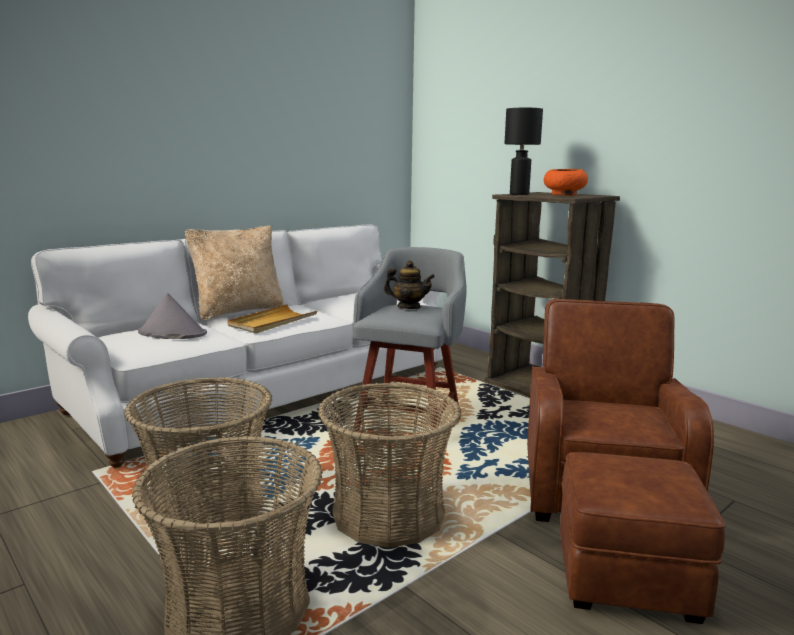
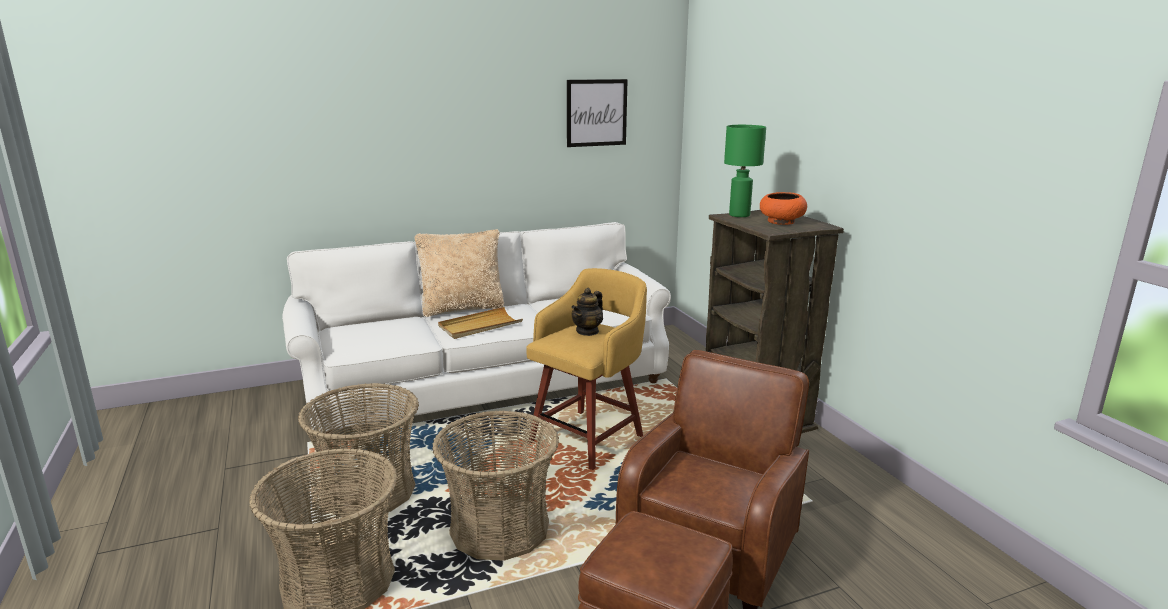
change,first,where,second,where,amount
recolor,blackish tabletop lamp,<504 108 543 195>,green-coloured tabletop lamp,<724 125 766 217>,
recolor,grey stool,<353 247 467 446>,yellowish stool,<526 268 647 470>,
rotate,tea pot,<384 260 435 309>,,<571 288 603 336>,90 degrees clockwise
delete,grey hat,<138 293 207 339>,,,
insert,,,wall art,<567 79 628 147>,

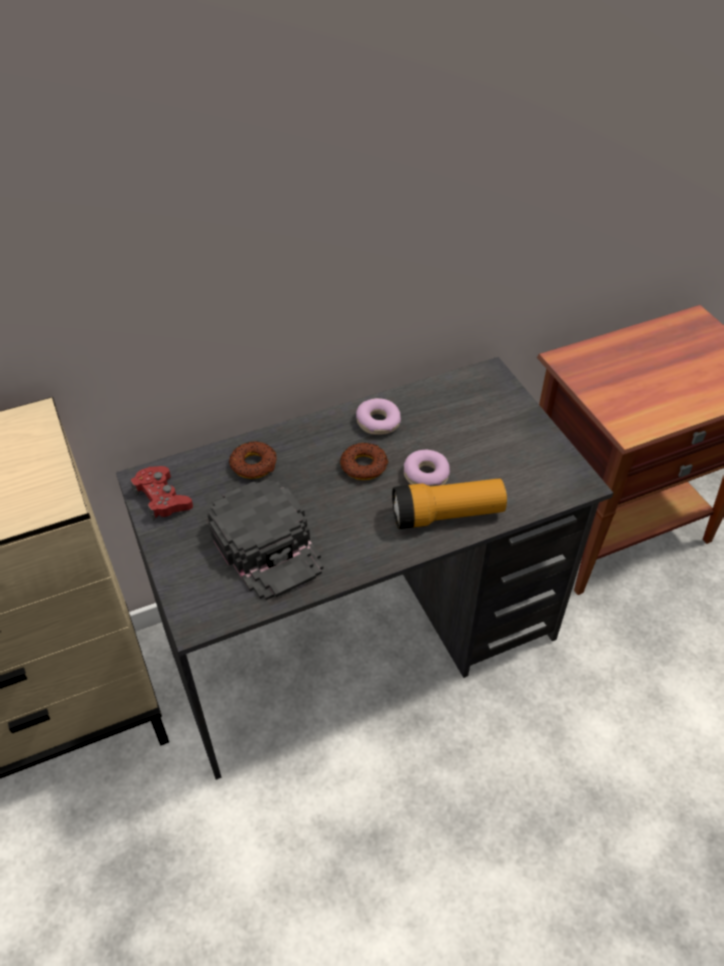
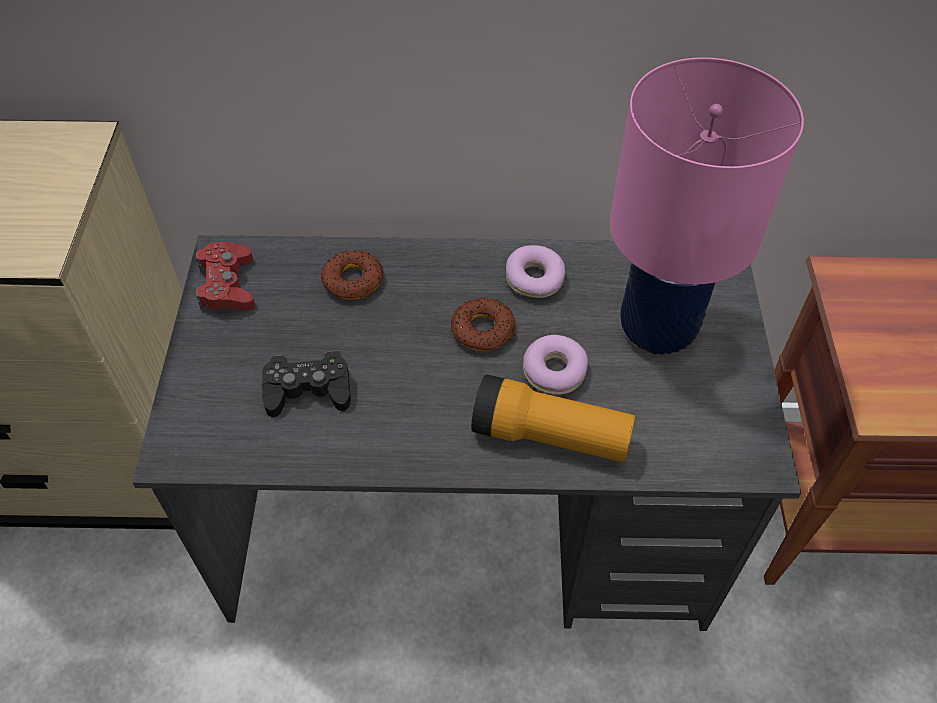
change,first,where,second,where,amount
replace,blackish peaked cap,<208 479 323 600>,blackish joypad,<262 350 351 417>,
insert,,,pinkish tabletop lamp,<610 57 804 355>,

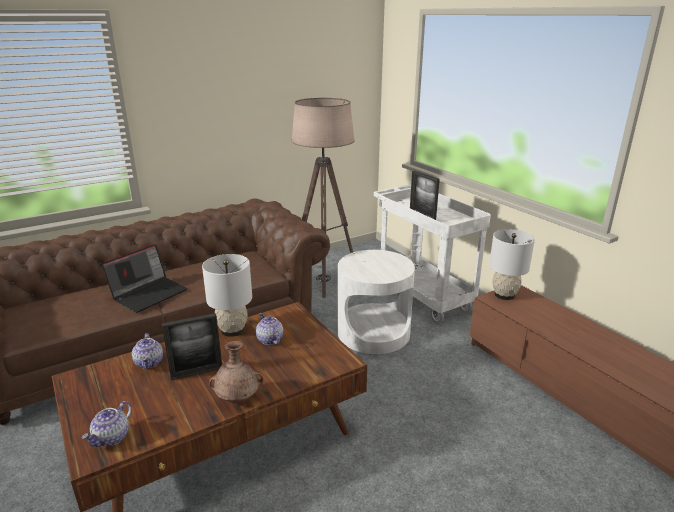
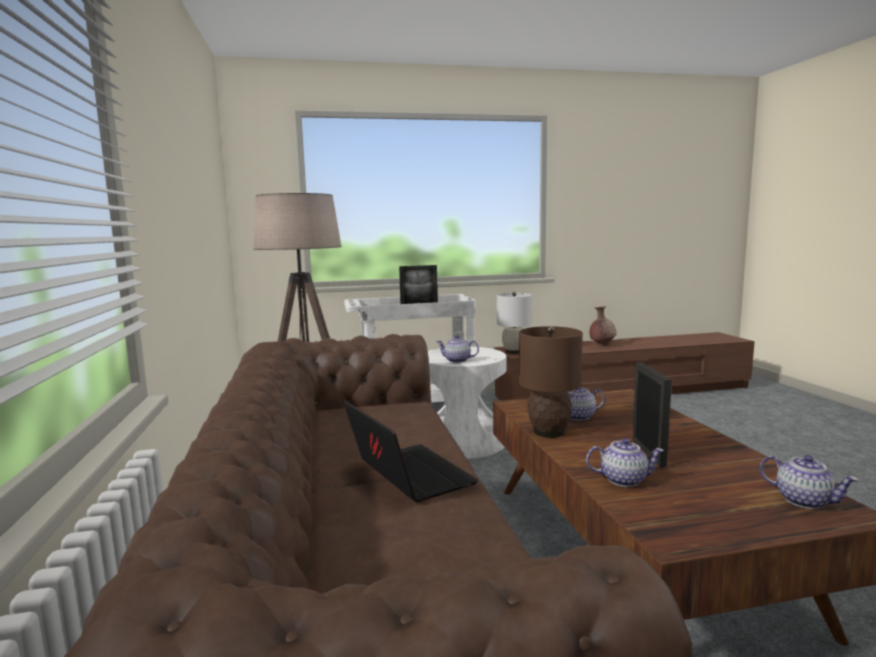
change,first,where,second,where,amount
recolor,whitish tabletop lamp,<202 254 252 337>,brown-coloured tabletop lamp,<519 326 583 438>,
move,brown-coloured decorative vase,<209 341 263 404>,,<589 306 616 345>,
insert,,,tea pot,<436 335 479 363>,

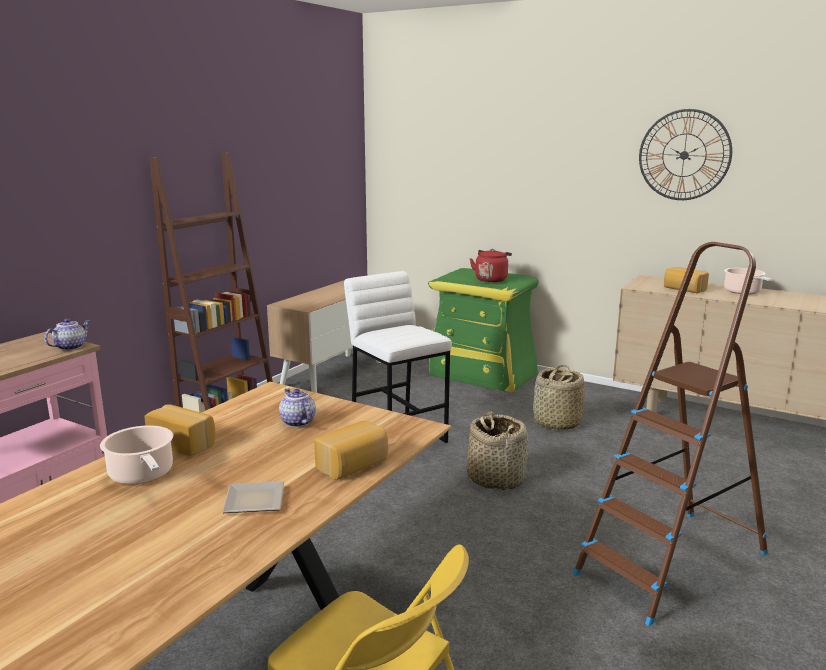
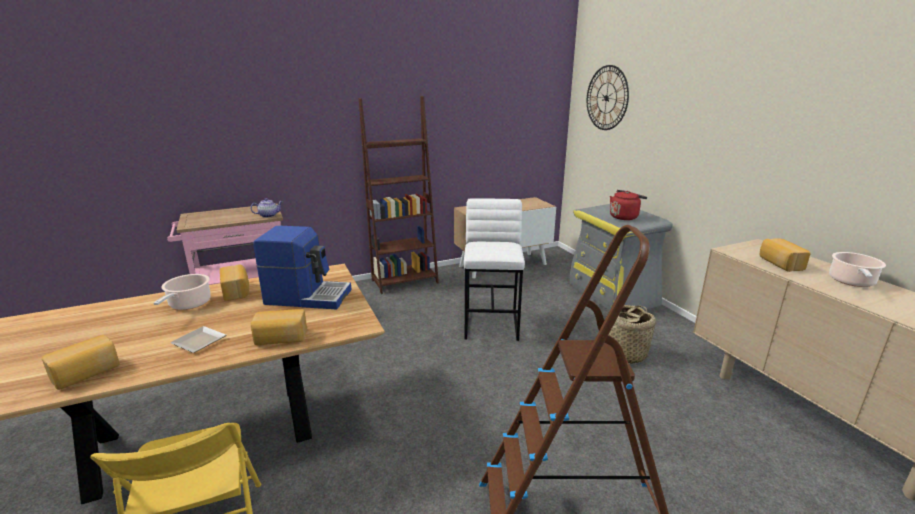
change,first,where,second,where,amount
move,clock on the wall,<639 109 732 200>,,<587 65 629 130>,
recolor,green-coloured night table,<428 268 539 392>,grey night table,<569 204 673 311>,
replace,tea pot,<279 388 316 427>,coffee brewer,<254 226 352 309>,
delete,household basket,<467 411 528 490>,,,
insert,,,baked bread,<42 335 120 390>,

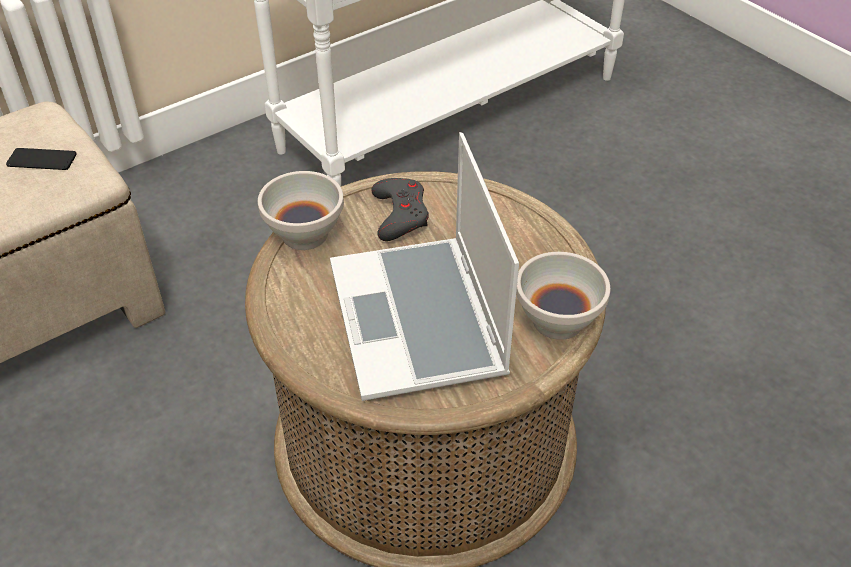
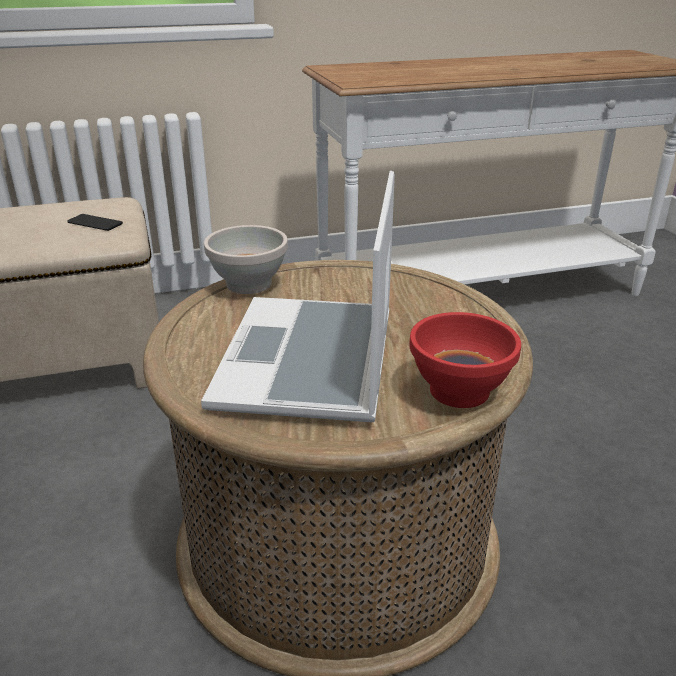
change,first,where,second,where,amount
delete,grey joypad,<371 178 429 241>,,,
recolor,whitish deep dish,<516 252 610 340>,red deep dish,<409 312 521 408>,

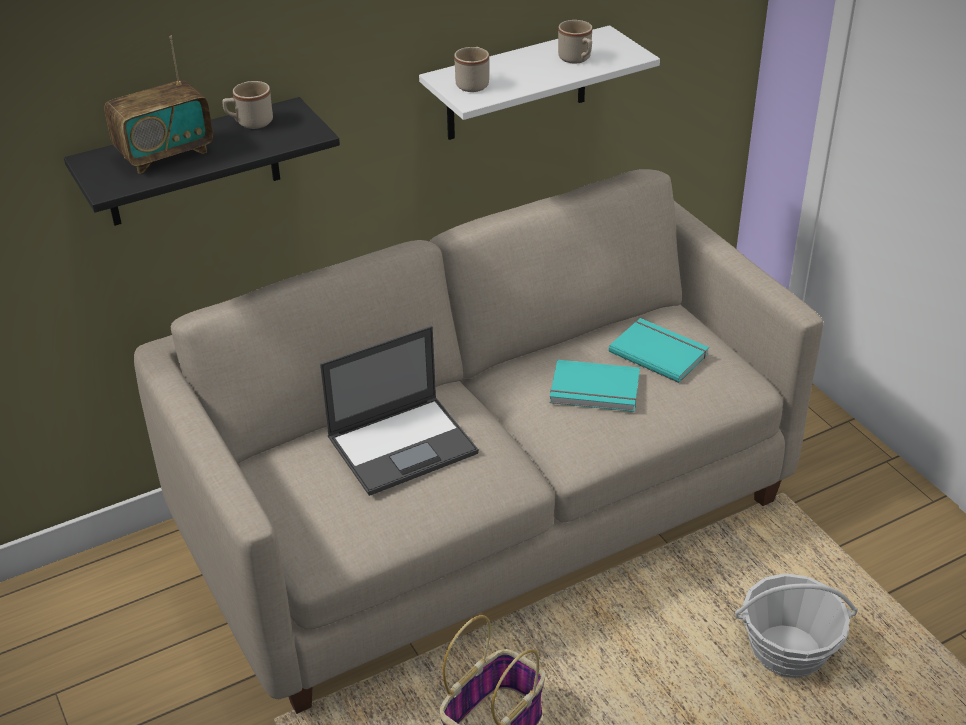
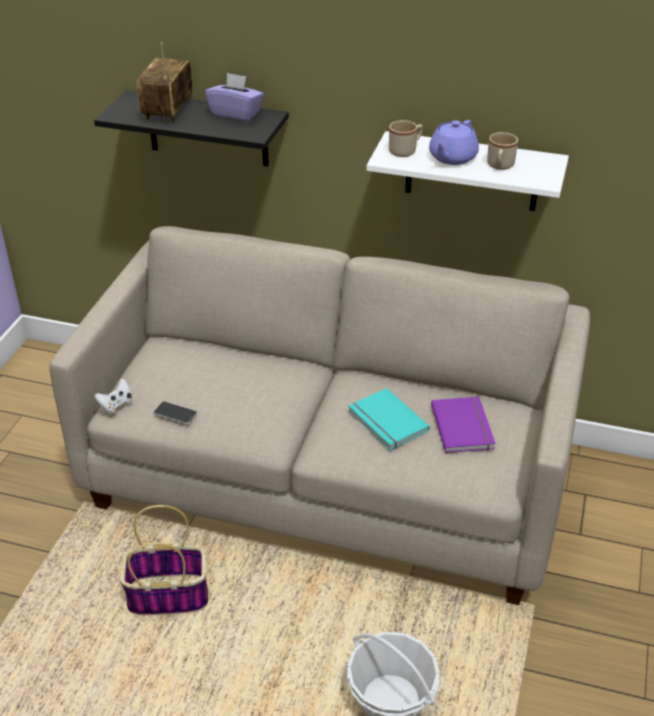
change,first,where,second,where,amount
rotate,radio receiver,<104 36 213 174>,,<137 42 192 123>,90 degrees clockwise
replace,beige-coloured mug,<222 81 273 129>,purple tissue box,<205 73 264 122>,
recolor,turquoise-coloured bound book,<609 318 709 383>,purple bound book,<431 397 496 453>,
delete,laptop,<320 326 479 496>,,,
insert,,,purple tea pot,<429 120 479 165>,
insert,,,whitish joypad,<94 378 132 413>,
insert,,,phone,<154 401 197 424>,

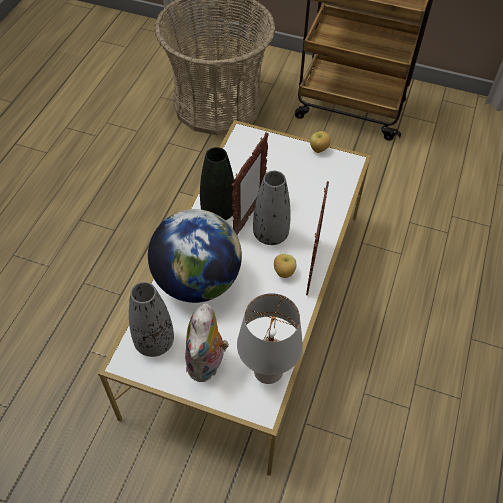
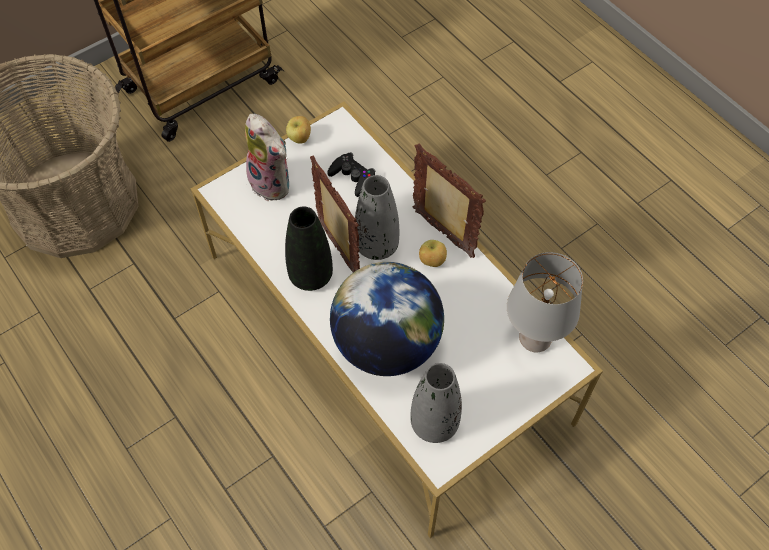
change,first,where,second,where,amount
move,cuddly toy,<185 303 229 382>,,<245 114 289 201>,
insert,,,blackish joypad,<327 152 375 197>,

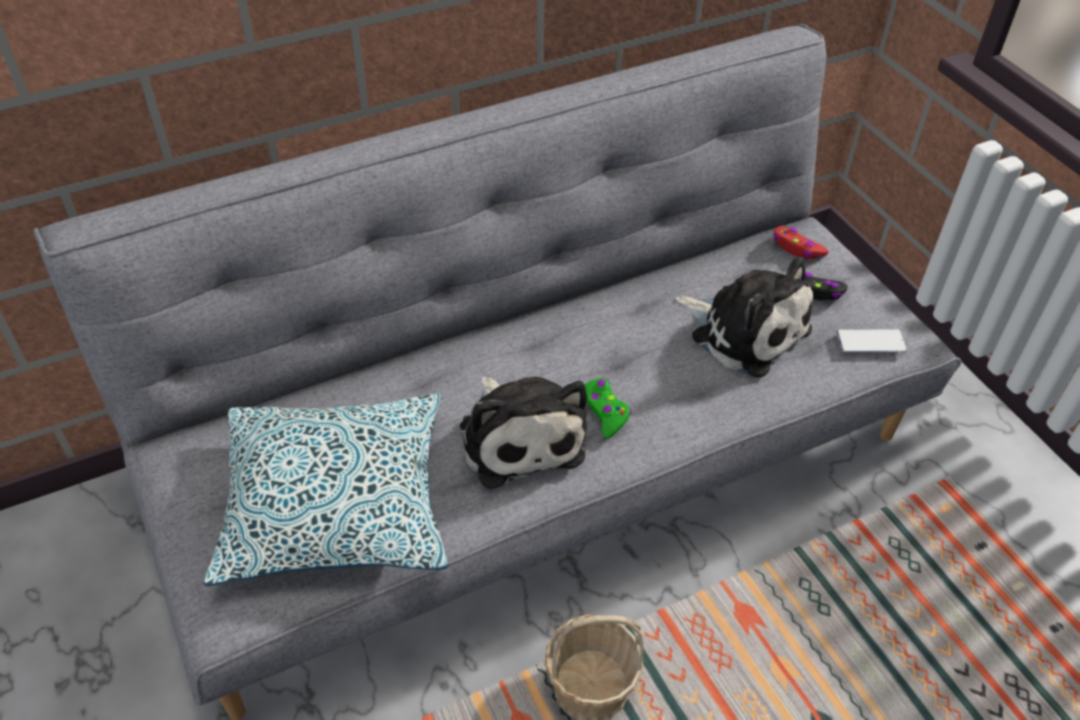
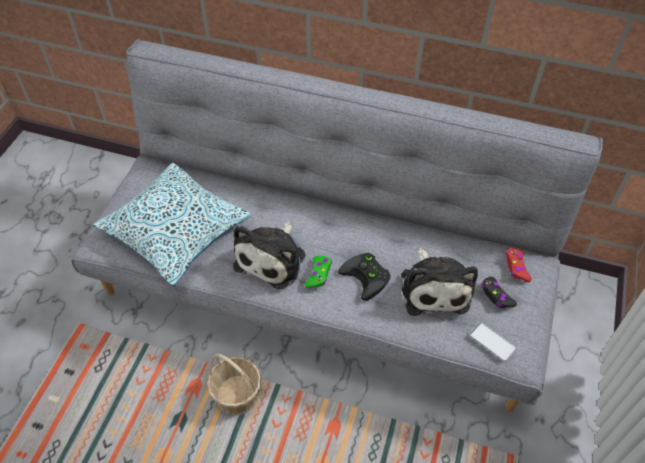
change,first,where,second,where,amount
insert,,,blackish joypad,<338 253 391 301>,

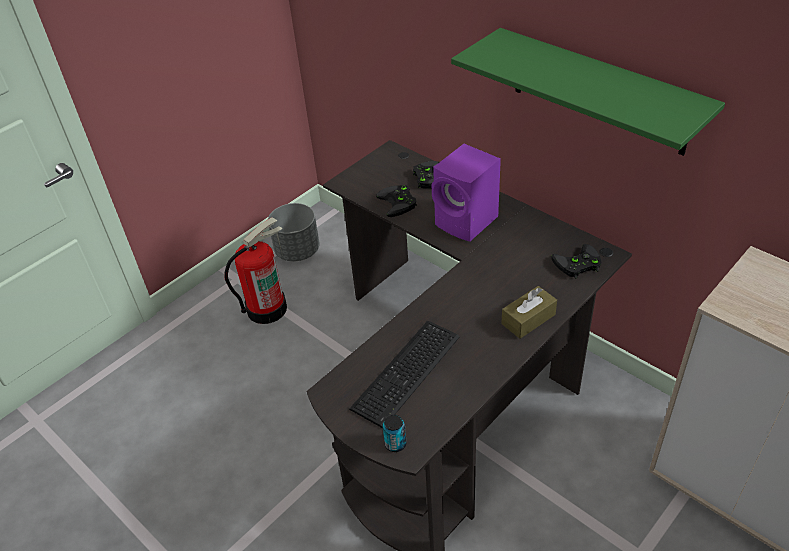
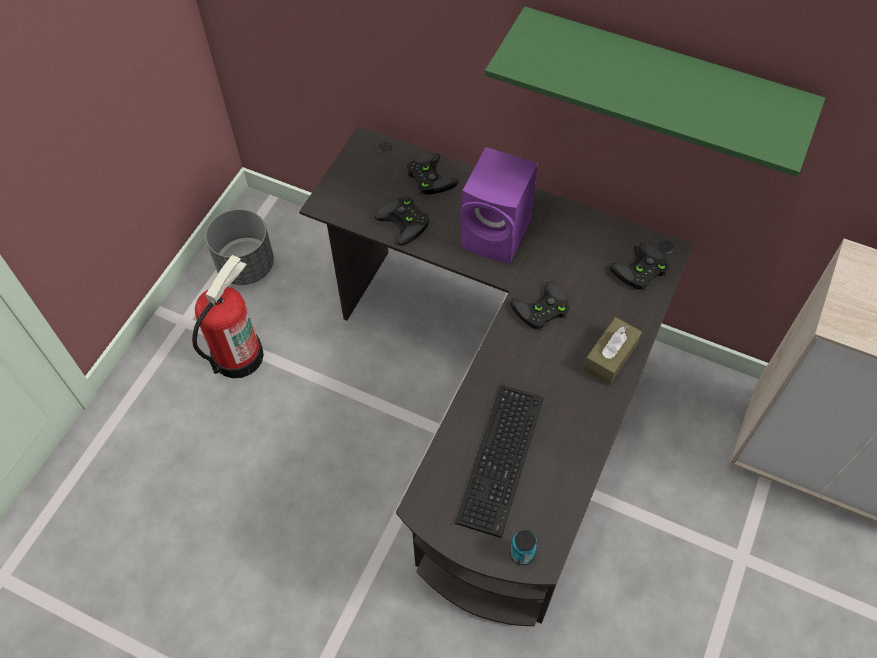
change,first,where,second,where,amount
insert,,,blackish joypad,<510 281 569 331>,

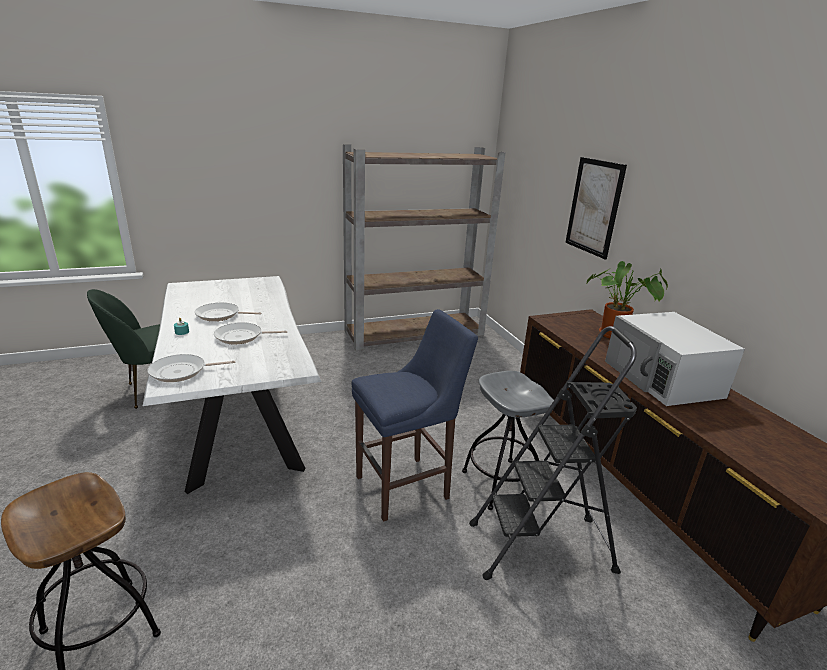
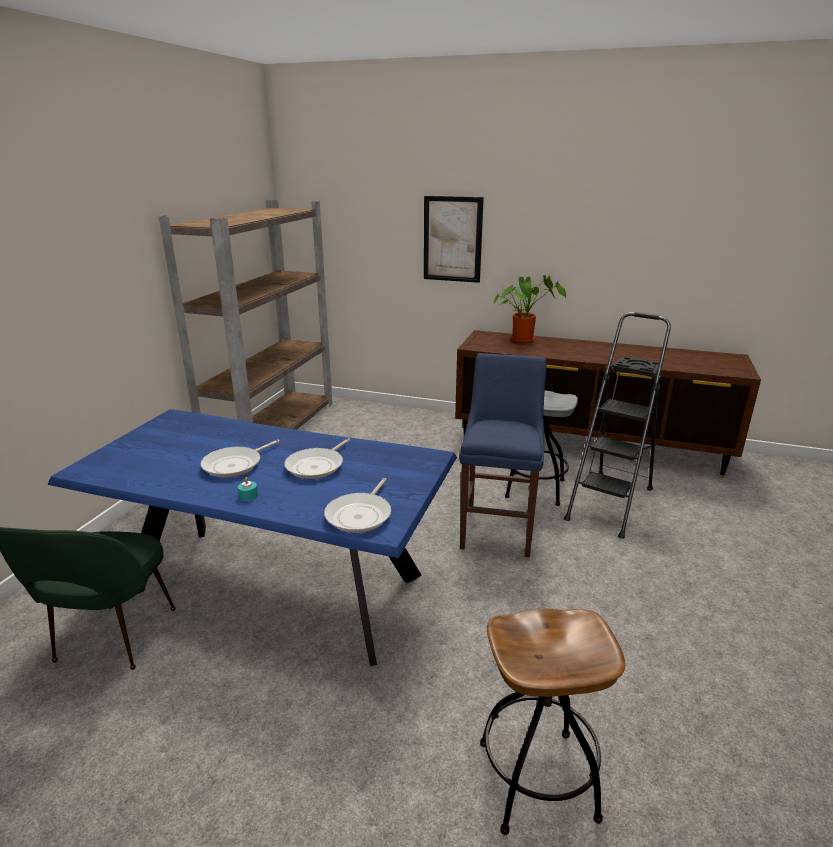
change,first,where,second,where,amount
recolor,whitish dining table,<143 276 322 494>,blue dining table,<48 409 457 666>,
delete,whitish kitchen microwave,<605 312 745 406>,,,

